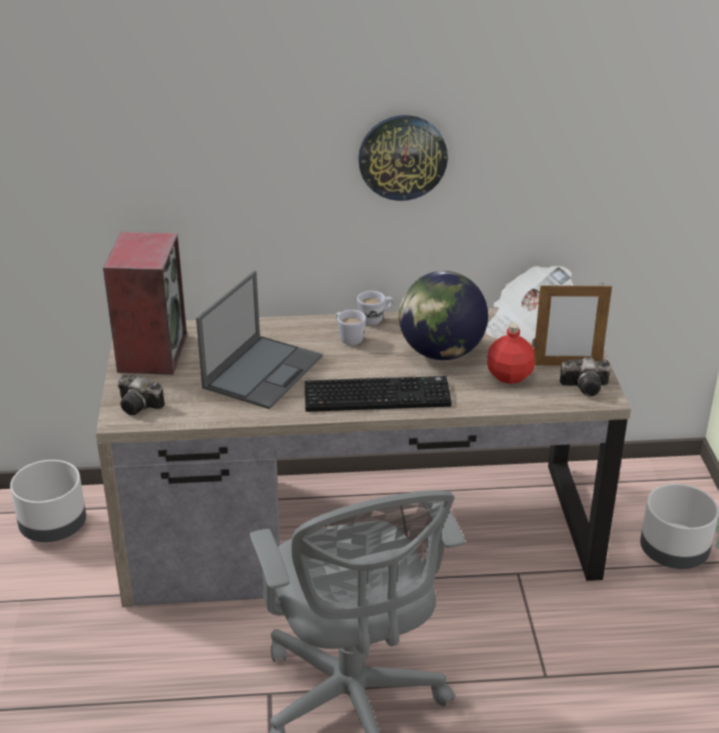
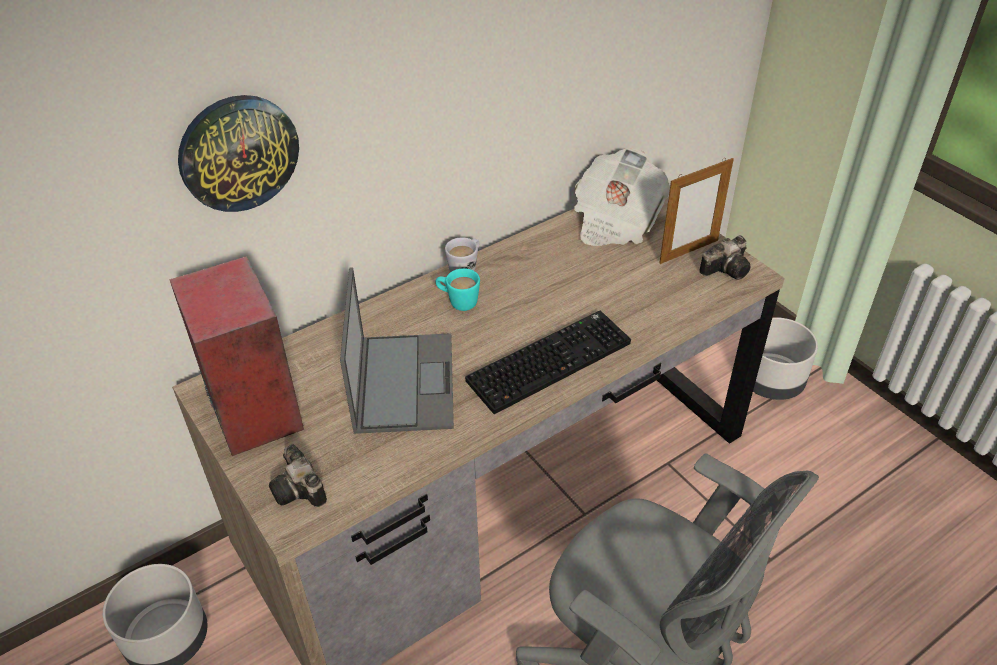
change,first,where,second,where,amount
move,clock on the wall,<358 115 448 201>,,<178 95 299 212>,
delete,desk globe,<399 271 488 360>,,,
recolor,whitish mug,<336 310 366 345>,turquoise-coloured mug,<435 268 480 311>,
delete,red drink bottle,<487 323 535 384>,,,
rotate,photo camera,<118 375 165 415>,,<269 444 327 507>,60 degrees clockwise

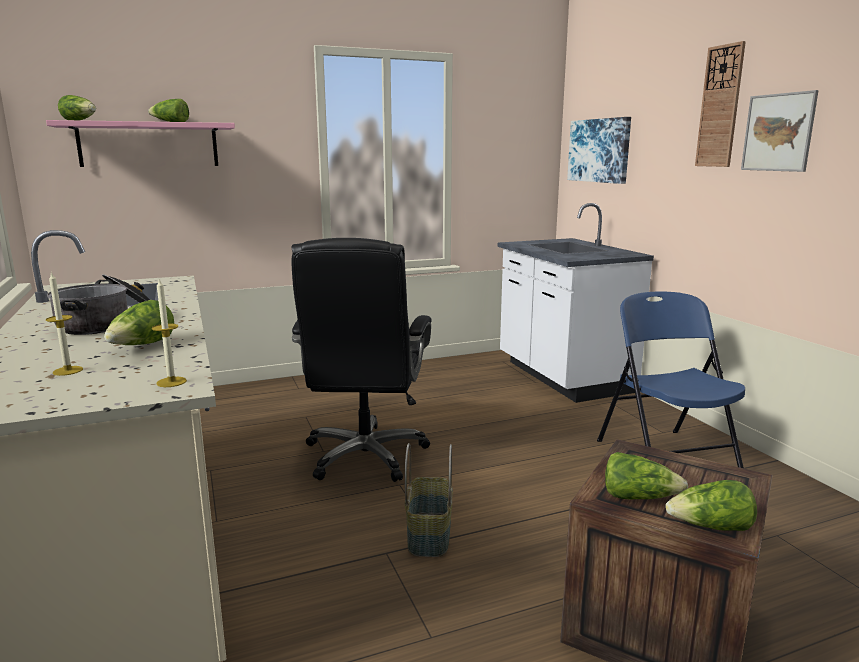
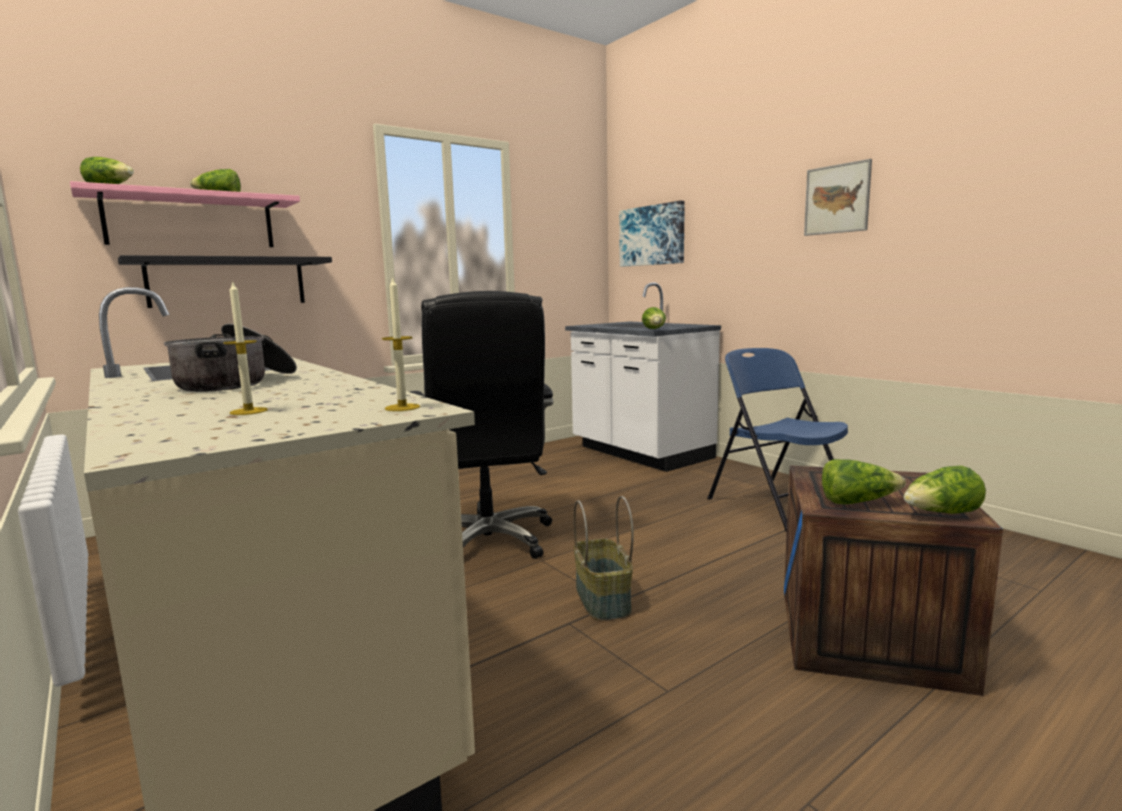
change,first,where,second,where,amount
delete,clock on the wall,<695 41 746 167>,,,
move,lettuce,<104 300 174 345>,,<642 307 666 329>,
insert,,,blackish bracket shelf,<118 255 332 308>,

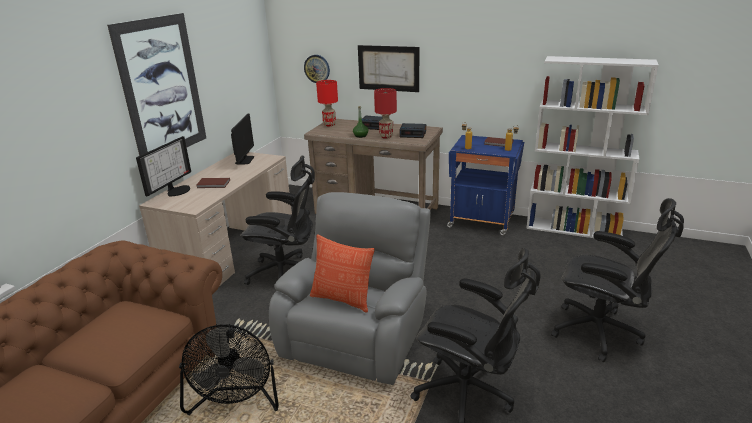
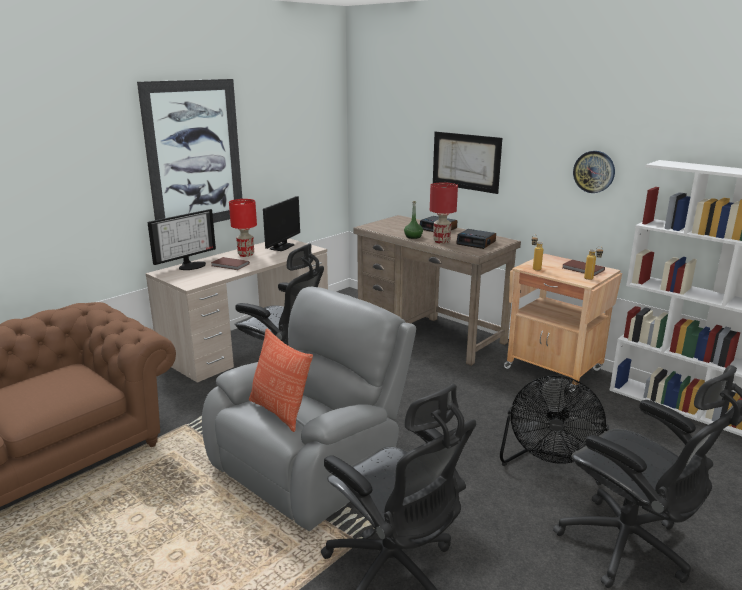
change,first,where,second,where,amount
move,clock on the wall,<304 55 330 83>,,<573 151 615 193>,
move,red tabletop lamp,<316 80 338 126>,,<229 199 257 257>,
recolor,blue trolley,<447 135 524 235>,brown-coloured trolley,<504 254 622 392>,
move,blackish electric fan,<179 323 279 415>,,<500 375 609 485>,

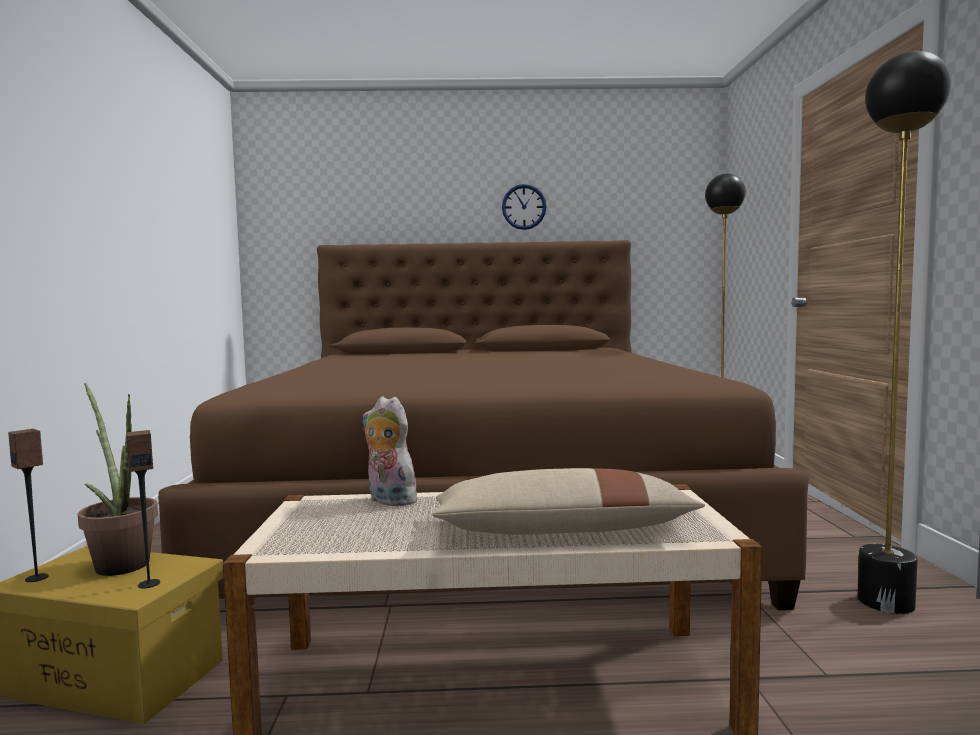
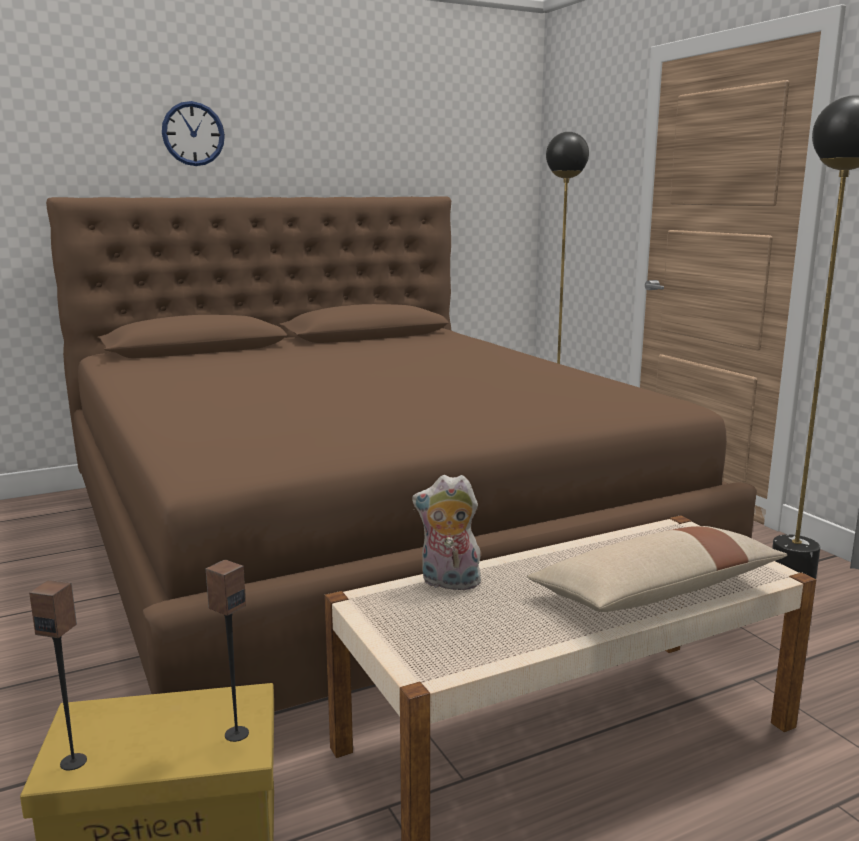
change,first,where,second,where,amount
move,clock on the wall,<502 184 546 230>,,<162 101 225 166>,
delete,plant in a pot,<78 383 158 576>,,,

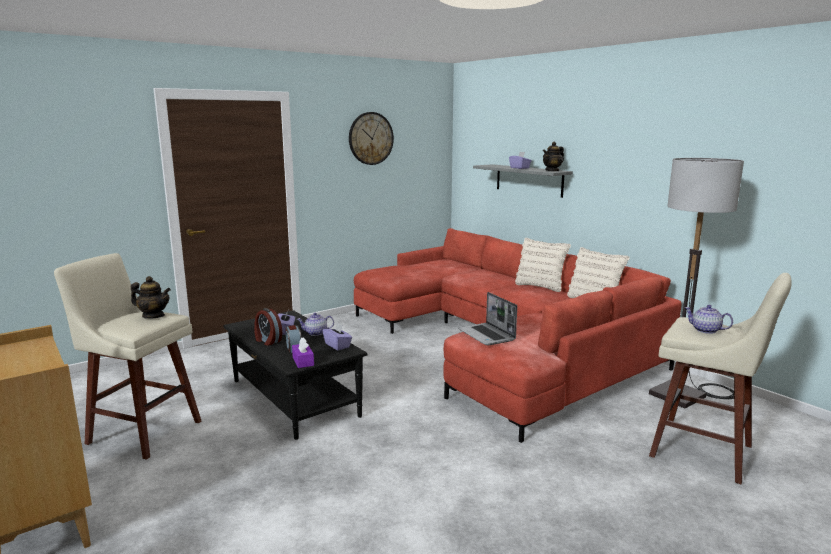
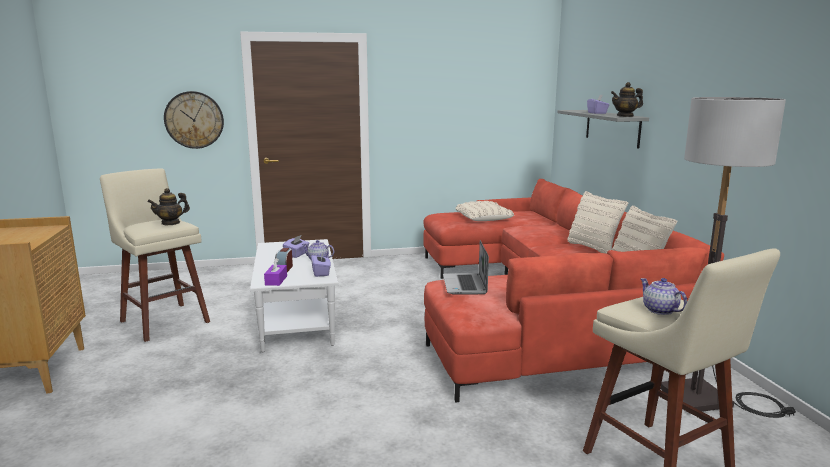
change,first,where,second,where,amount
move,clock on the wall,<349 112 394 165>,,<164 91 224 149>,
rotate,tea pot,<131 276 171 319>,,<148 188 190 226>,105 degrees clockwise
delete,alarm clock,<254 308 282 346>,,,
recolor,blackish low table,<223 310 367 440>,whitish low table,<250 239 339 352>,
insert,,,beige-coloured pillow,<455 201 514 221>,

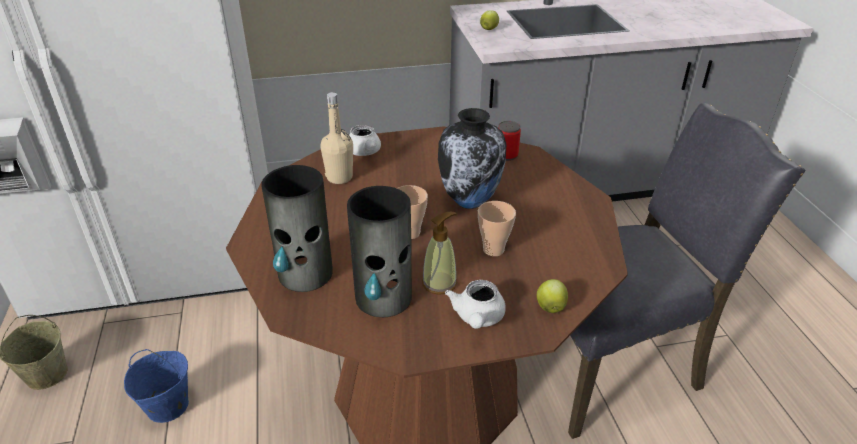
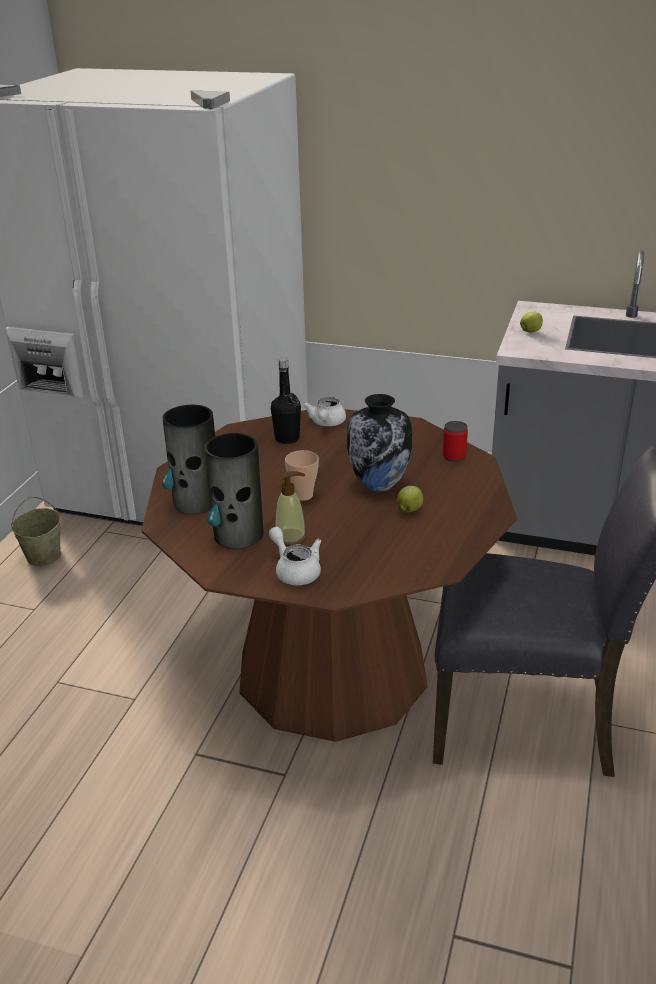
change,first,where,second,where,amount
recolor,beige-coloured drink bottle,<320 92 353 184>,blackish drink bottle,<271 357 301 444>,
delete,small cup,<478 201 516 256>,,,
move,apple fruit,<537 279 568 313>,,<397 486 423 512>,
rotate,whitish tea pot,<445 280 506 329>,,<269 527 321 585>,105 degrees clockwise
delete,blue bucket,<124 349 189 423>,,,

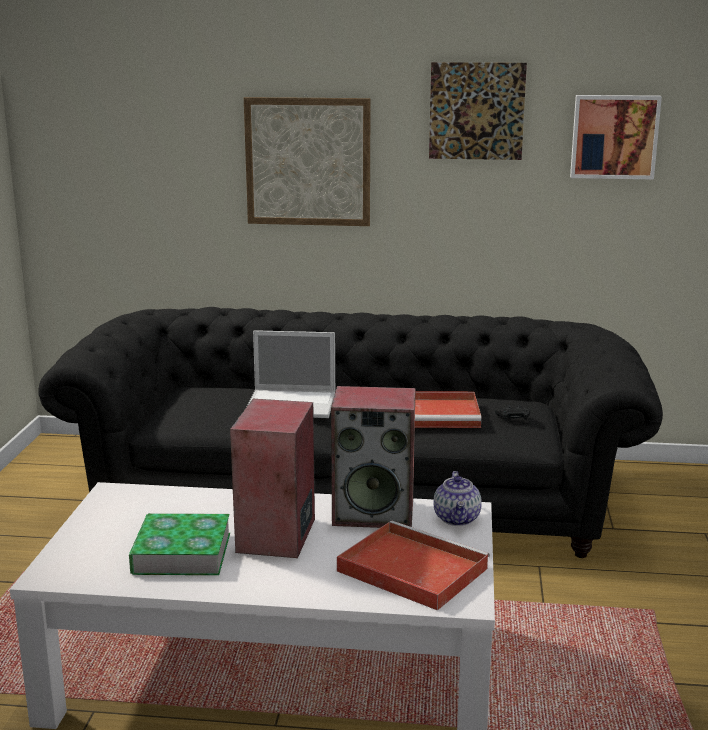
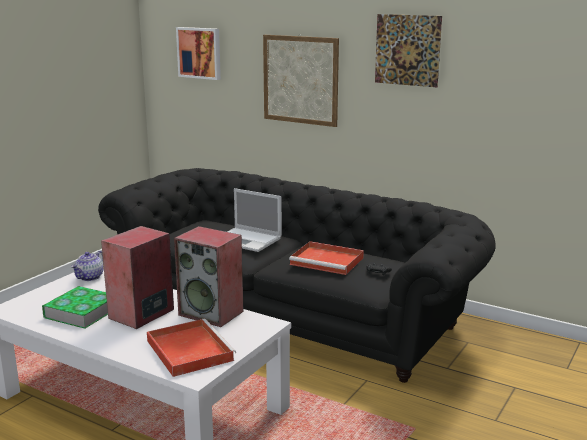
change,first,where,second,where,amount
move,wall art,<570 95 662 179>,,<176 27 221 80>,
move,tea pot,<433 471 482 526>,,<71 251 104 281>,

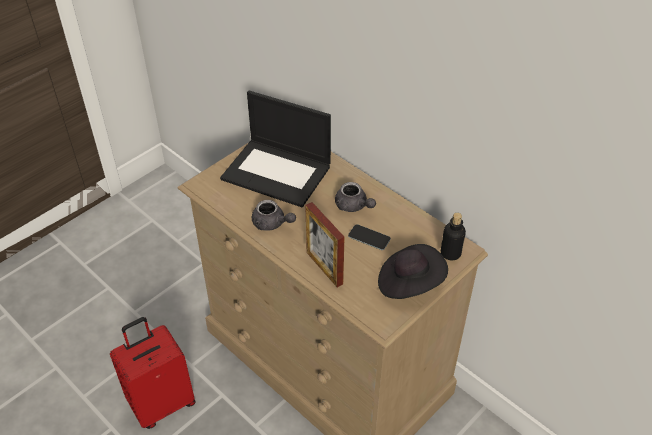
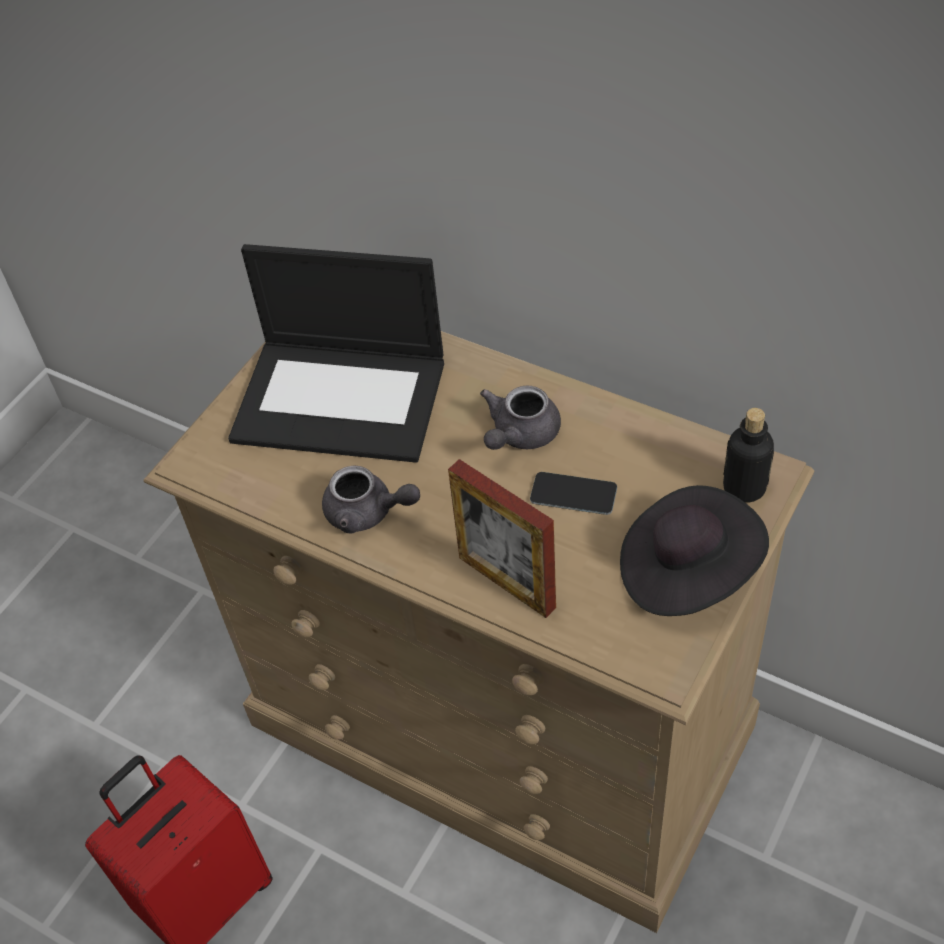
change,first,where,second,where,amount
rotate,grey tea pot,<335 182 376 212>,,<480 386 561 450>,90 degrees clockwise

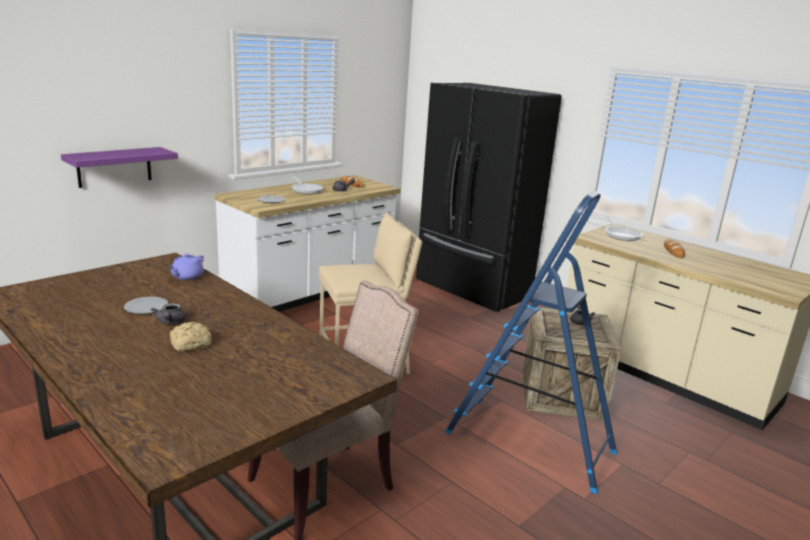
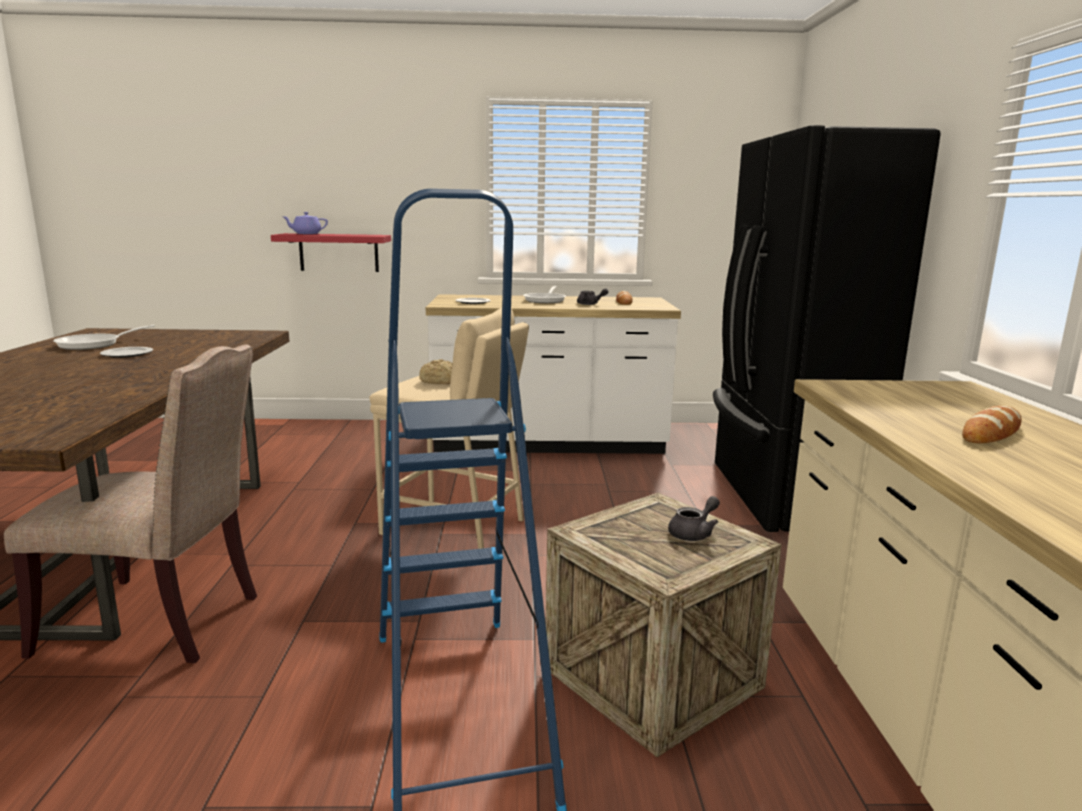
change,first,where,second,where,amount
recolor,purple bracket shelf,<61 147 178 188>,red bracket shelf,<271 233 391 272>,
move,frying pan,<605 216 643 241>,,<53 325 155 350>,
move,purple tea pot,<167 254 204 280>,,<282 212 328 234>,
delete,grey tea pot,<151 303 186 325>,,,
move,baked bread,<170 322 212 351>,,<420 359 452 385>,

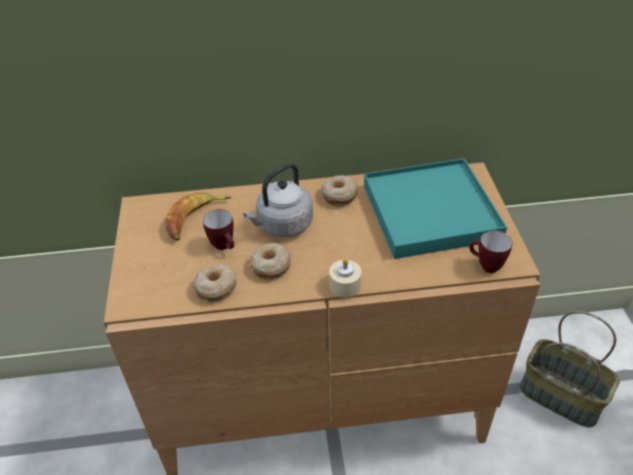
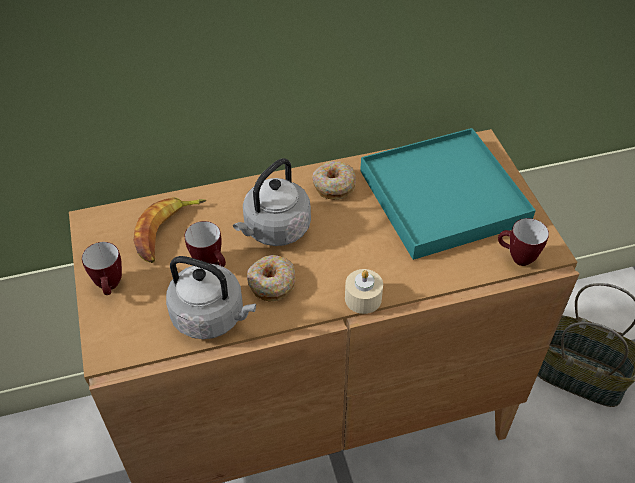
change,first,where,second,where,amount
replace,donut,<193 264 237 302>,grey tea kettle,<166 256 256 339>,
insert,,,mug,<82 242 122 295>,

